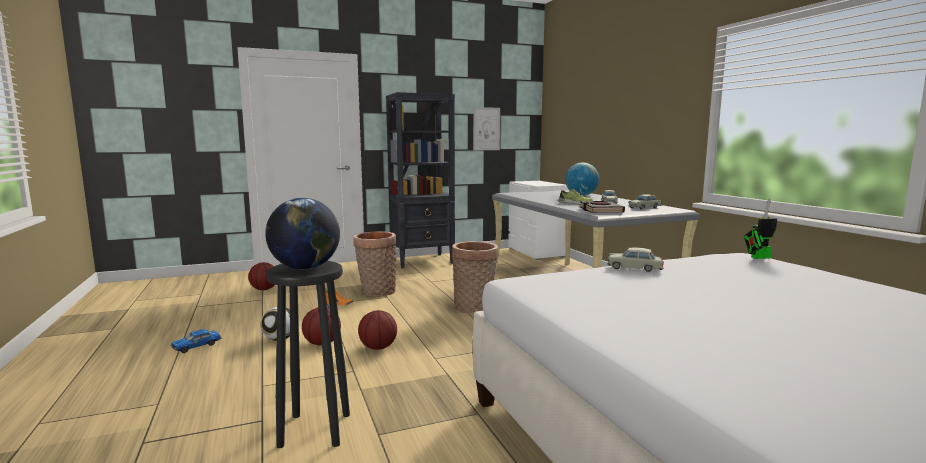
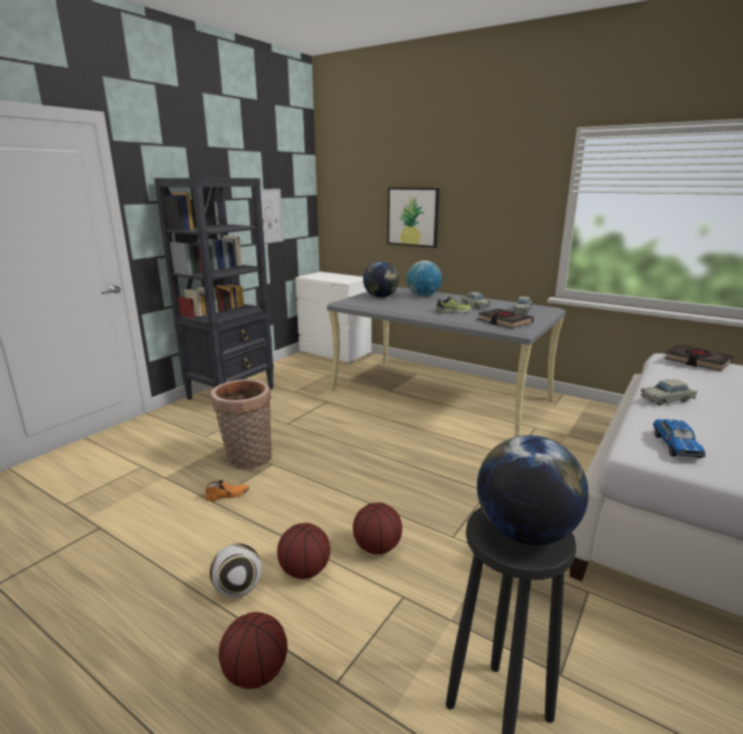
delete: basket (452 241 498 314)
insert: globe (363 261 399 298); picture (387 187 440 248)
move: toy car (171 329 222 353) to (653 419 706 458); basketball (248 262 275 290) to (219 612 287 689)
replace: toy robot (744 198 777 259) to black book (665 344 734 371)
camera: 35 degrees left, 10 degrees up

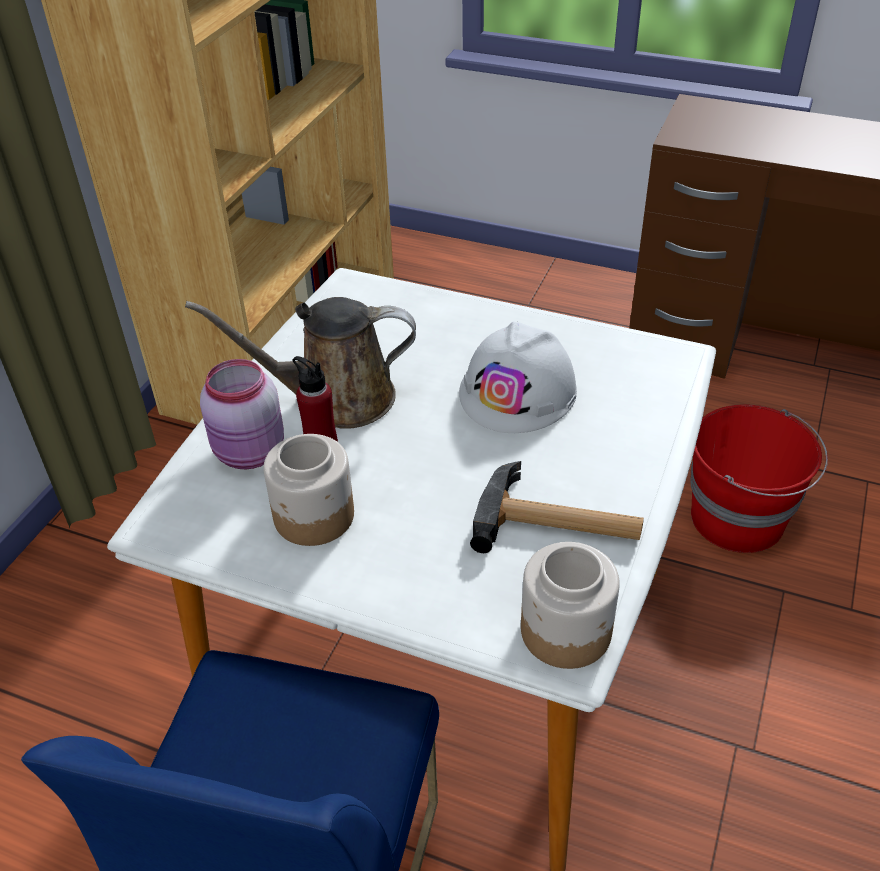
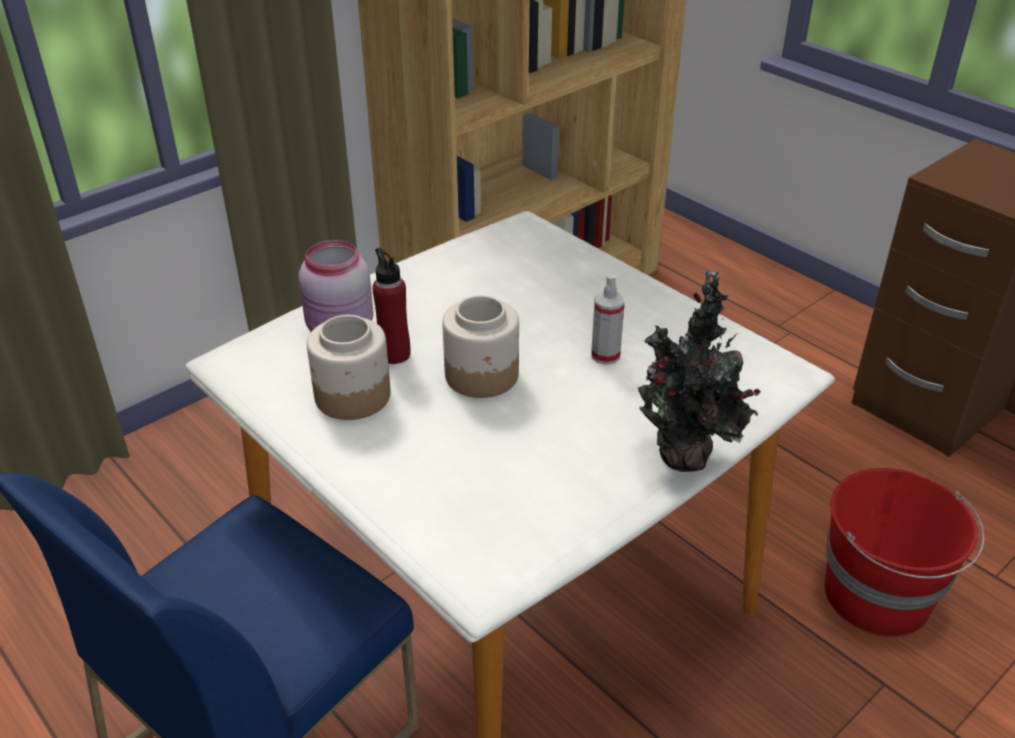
delete: brown watering can (185 297 416 429); hammer (470 461 644 553)
insert: potted plant (638 270 761 472)
move: jar (521 542 620 669) to (442 295 519 398)
replace: white hard hat (459 322 577 433) to spray bottle (591 274 625 365)
camera: 25 degrees right, 5 degrees down

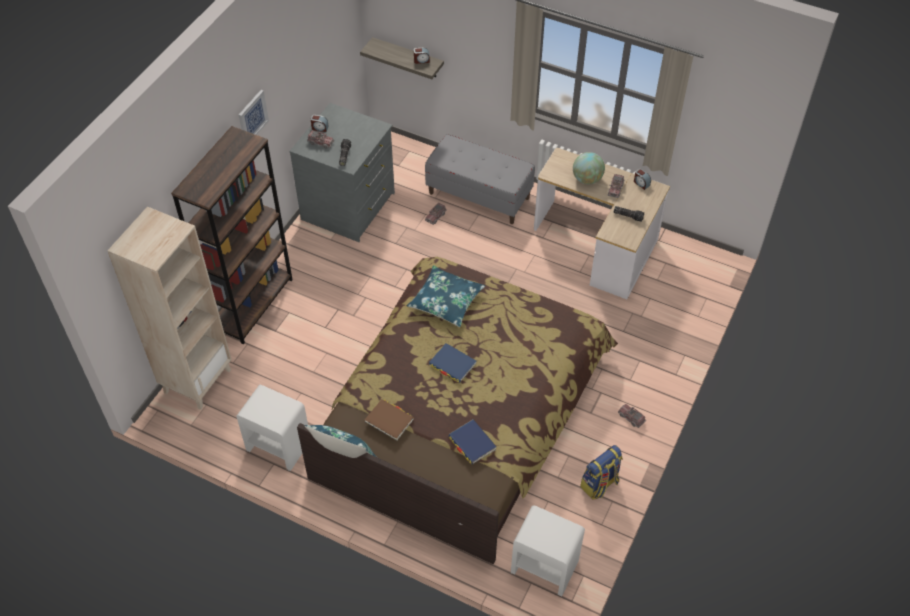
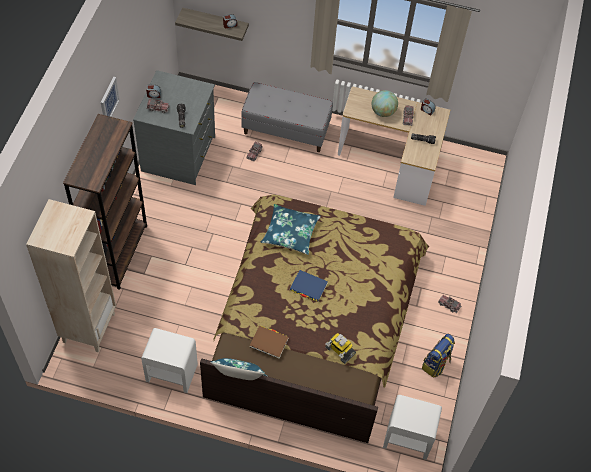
replace: blue book (448 419 496 464) to toy robot (325 333 356 364)
camera: 15 degrees left, 5 degrees up

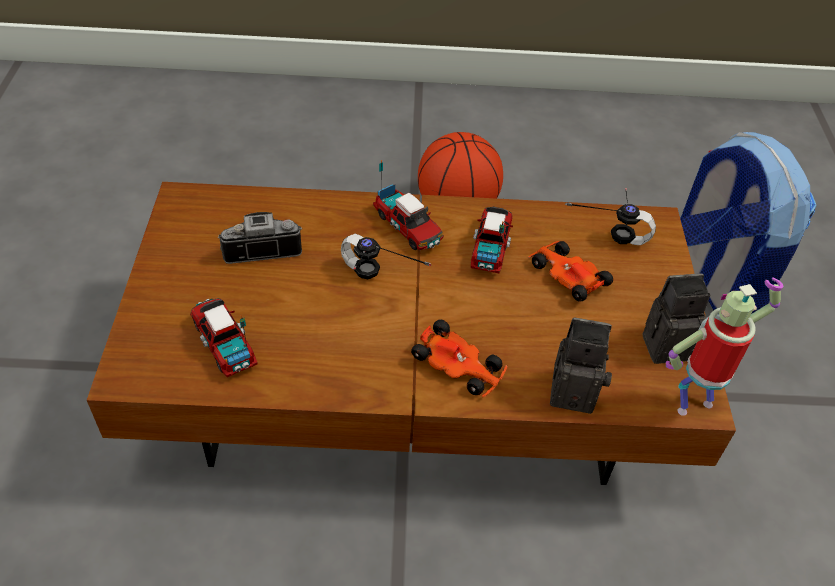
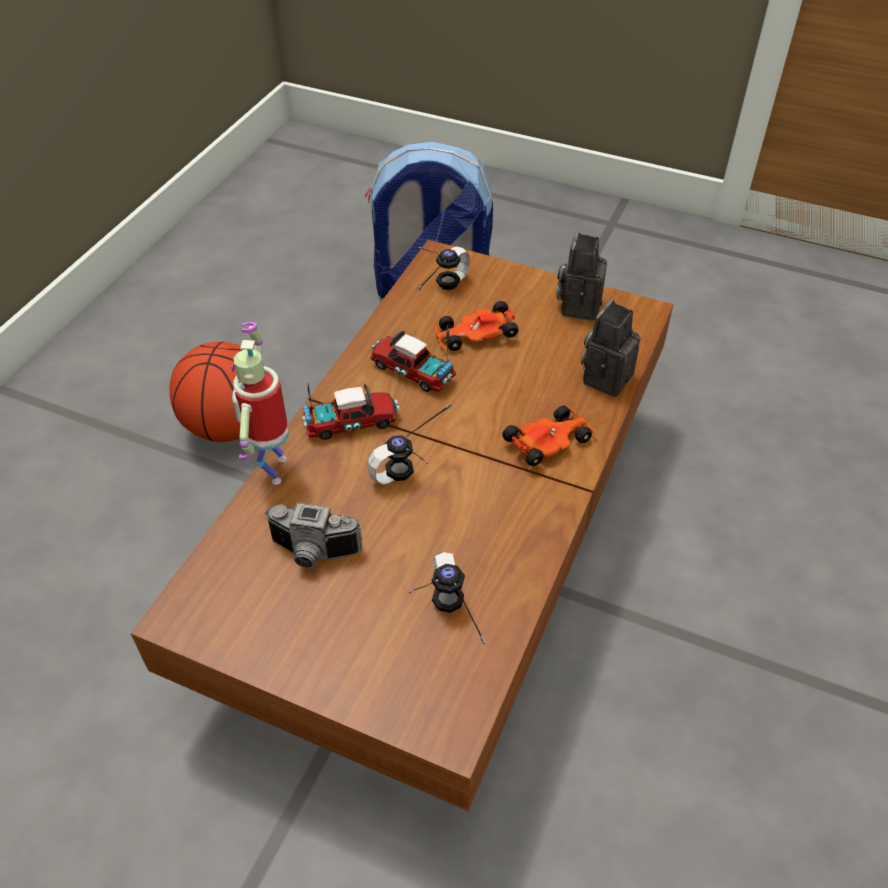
move: toy robot (666 277 783 416) to (231 322 289 485)
replace: toy truck (190 298 258 377) to headphones (408 552 486 645)
rotate: photo camera (219 212 302 264) = (265 503 362 568) 90 degrees counterclockwise
camera: 65 degrees left, 0 degrees up

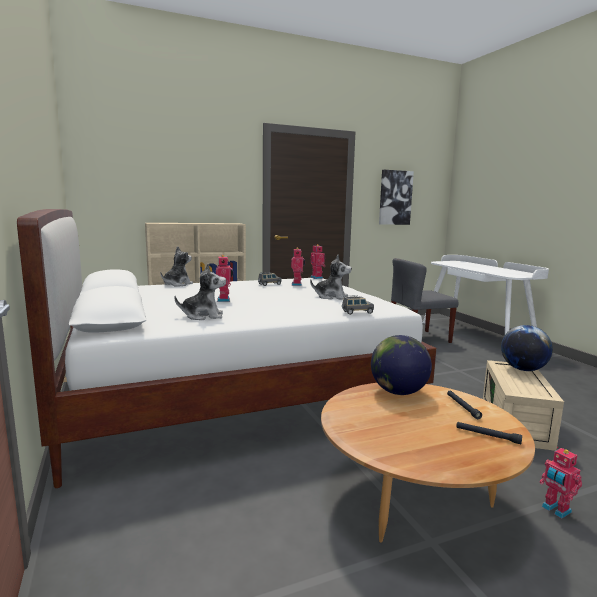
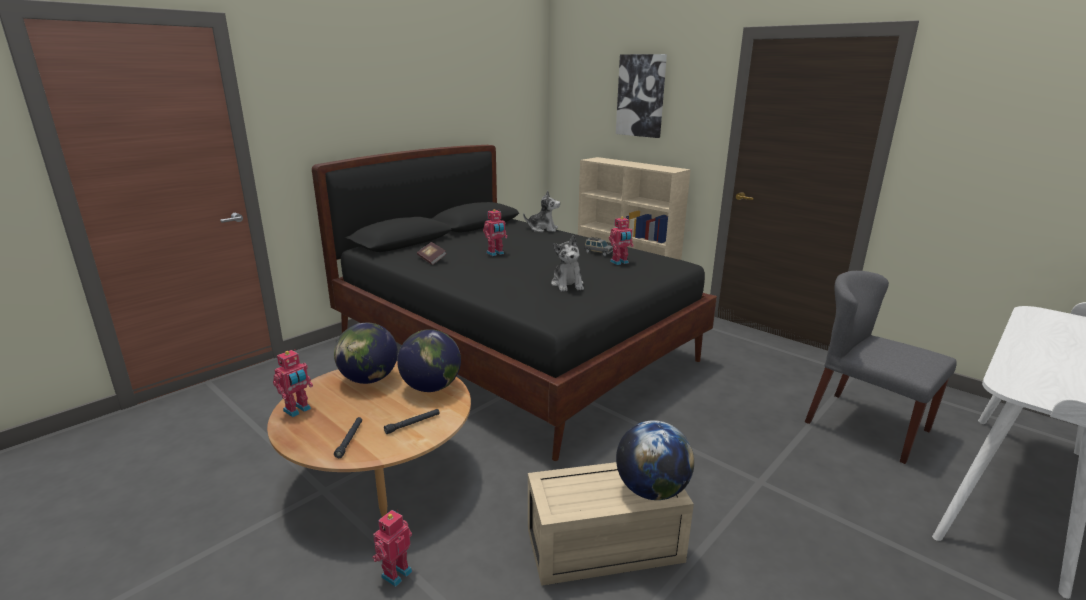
delete: grey toy car (342 295 374 315)
insert: globe (334 323 398 384)
move: toy robot (310 244 325 279) to (273 349 313 417); picture (379 170 414 225) to (616 54 667 138)
replace: plush toy (174 264 226 320) to book (417 242 447 265)
recolor: white bed (17 209 436 488) to black bed (312 145 717 461)
camera: 65 degrees right, 10 degrees up

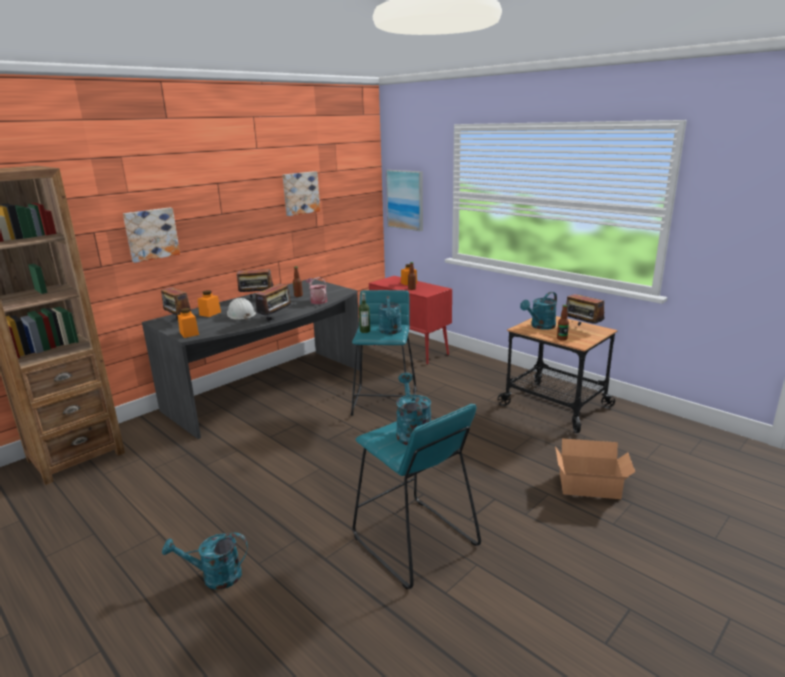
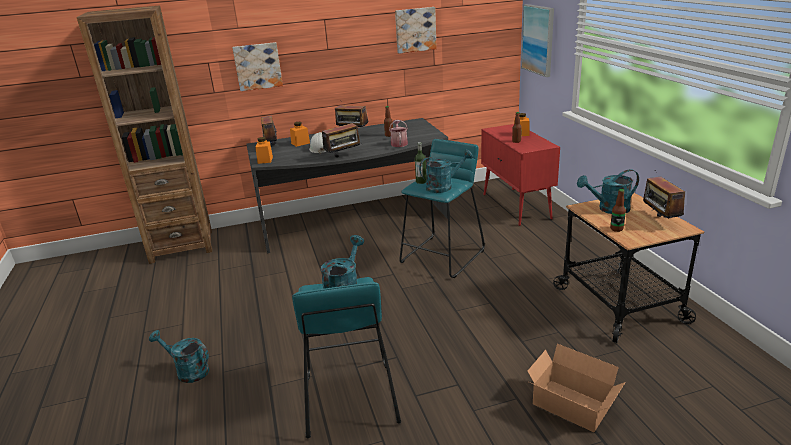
rotate: turquoise watering can (378 296 402 335) = (419 149 473 193) 135 degrees counterclockwise
camera: 30 degrees right, 5 degrees up

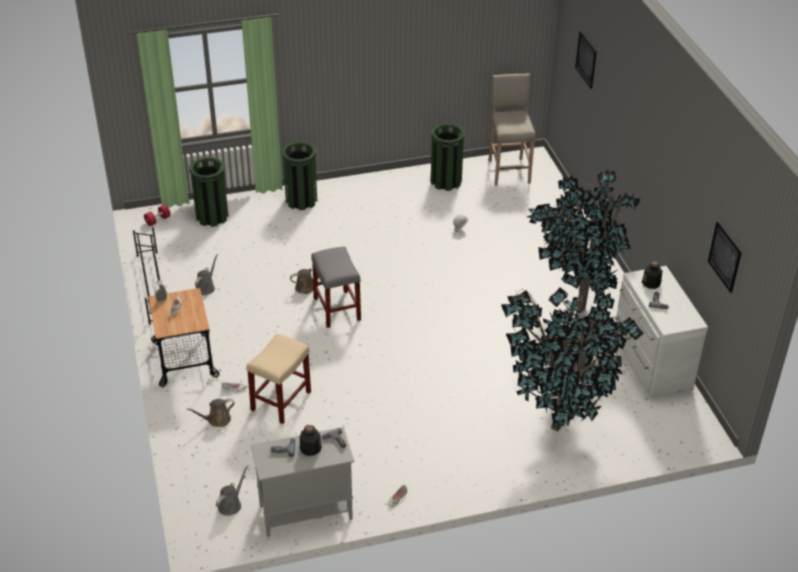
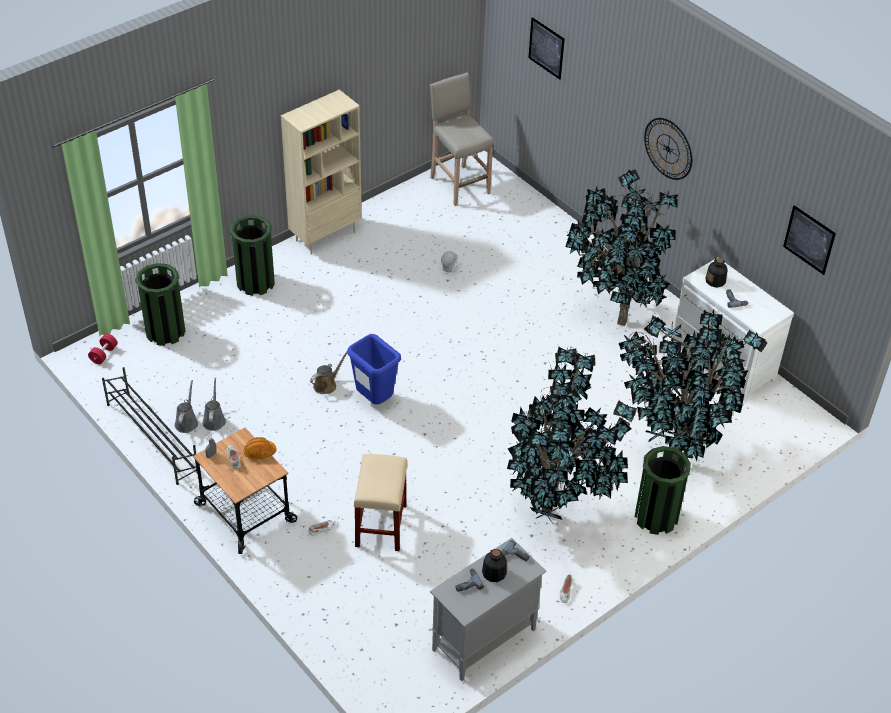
delete: brown watering can (187 399 234 427)
insert: orange hard hat (244 437 277 459); beige bookcase (281 90 362 255); potted plant (507 346 637 522); wall clock (644 118 692 180)
move: grey watering can (216 465 248 516) to (174 380 198 433); green trash can (431 123 465 191) to (635 446 691 535)
replace: grey stool (311 246 361 328) to blue trash can (347 334 401 405)
camera: 25 degrees left, 5 degrees up

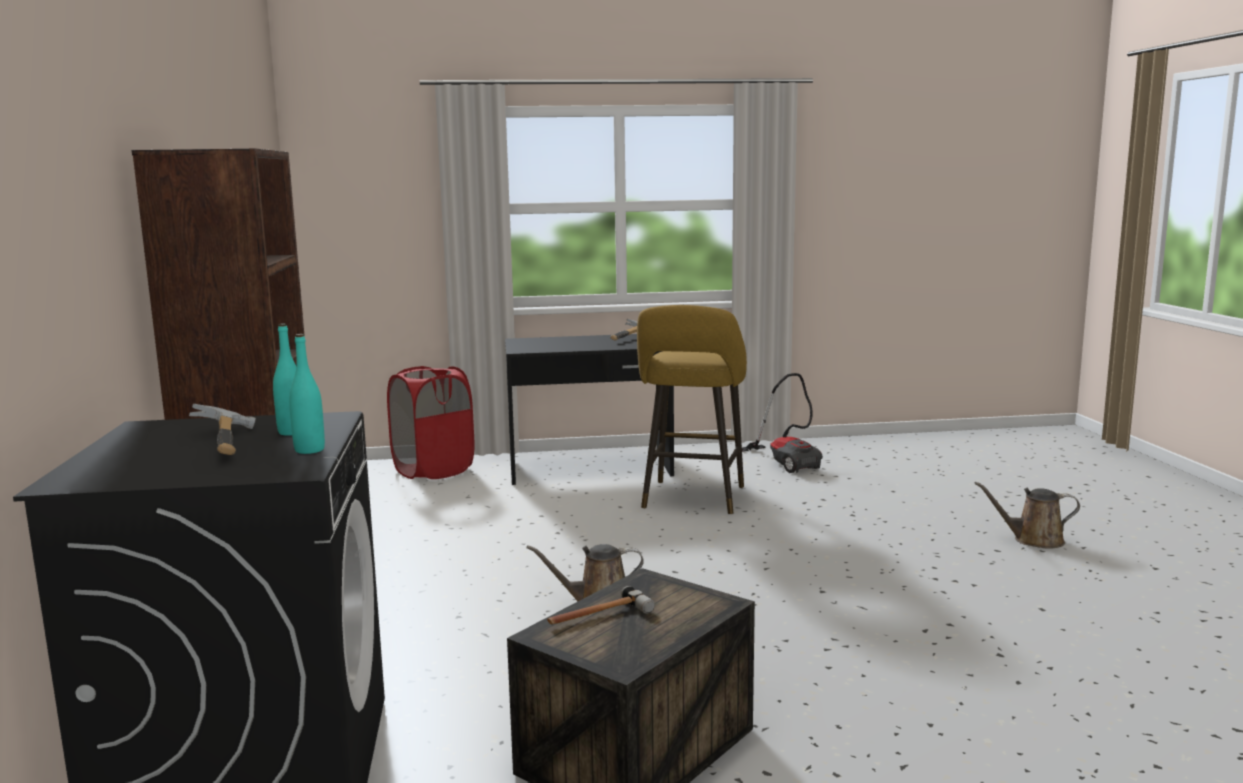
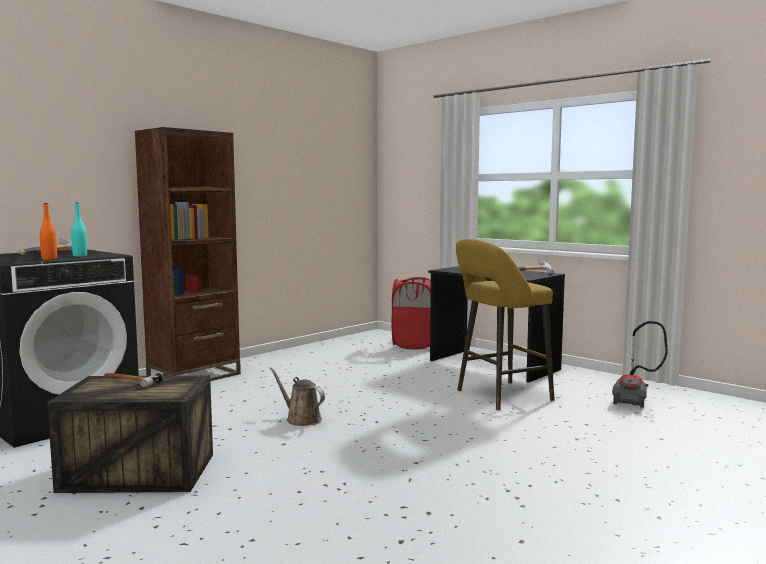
delete: brown watering can (974 482 1080 549)
recolor: turquoise bottle (289 334 325 454) to orange bottle (40 203 57 260)
camera: 50 degrees right, 5 degrees down

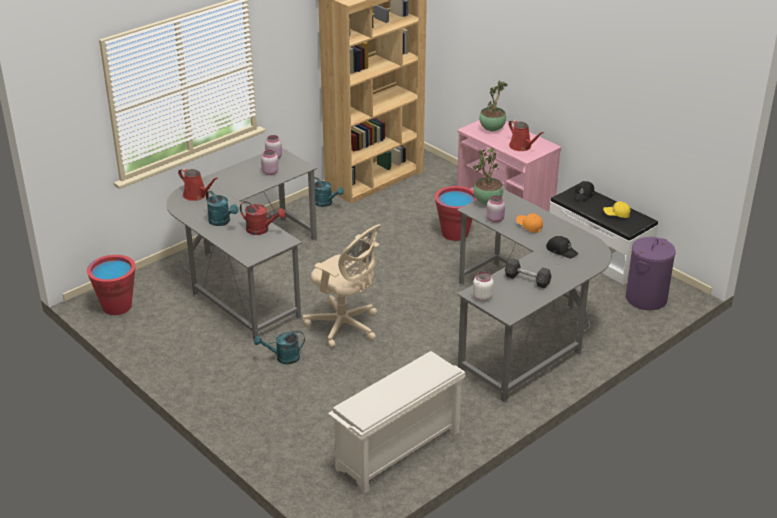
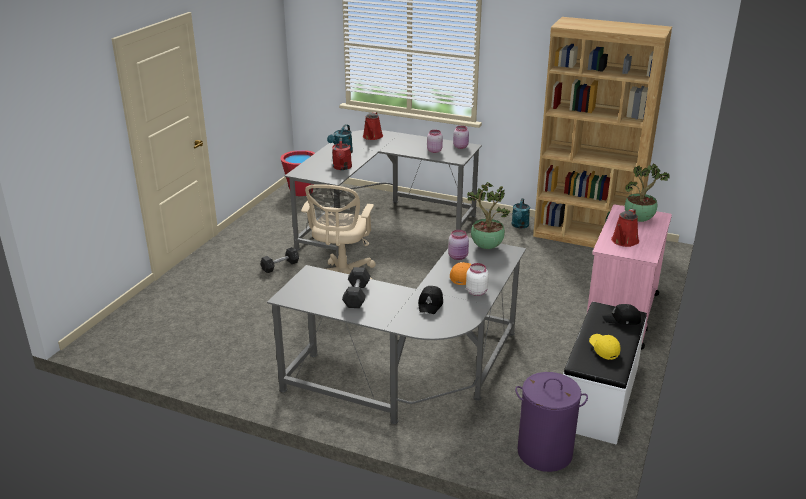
delete: white shoe rack (328 351 466 493); red bucket (435 186 477 241)
move: white jar (473 272 493 301) to (466 263 489 296)
replace: turquoise watering can (254 330 305 364) to grey dumbbell (260 247 299 273)
camera: 65 degrees right, 5 degrees down

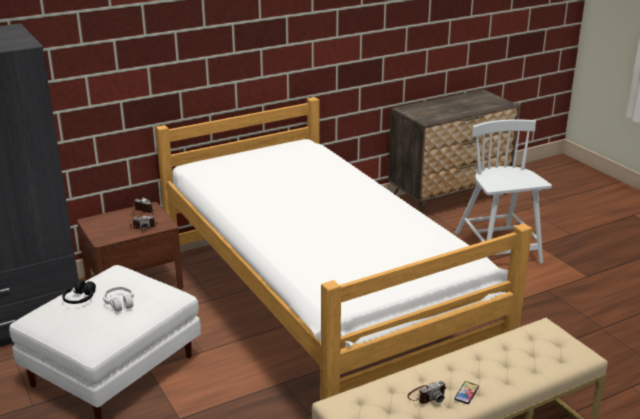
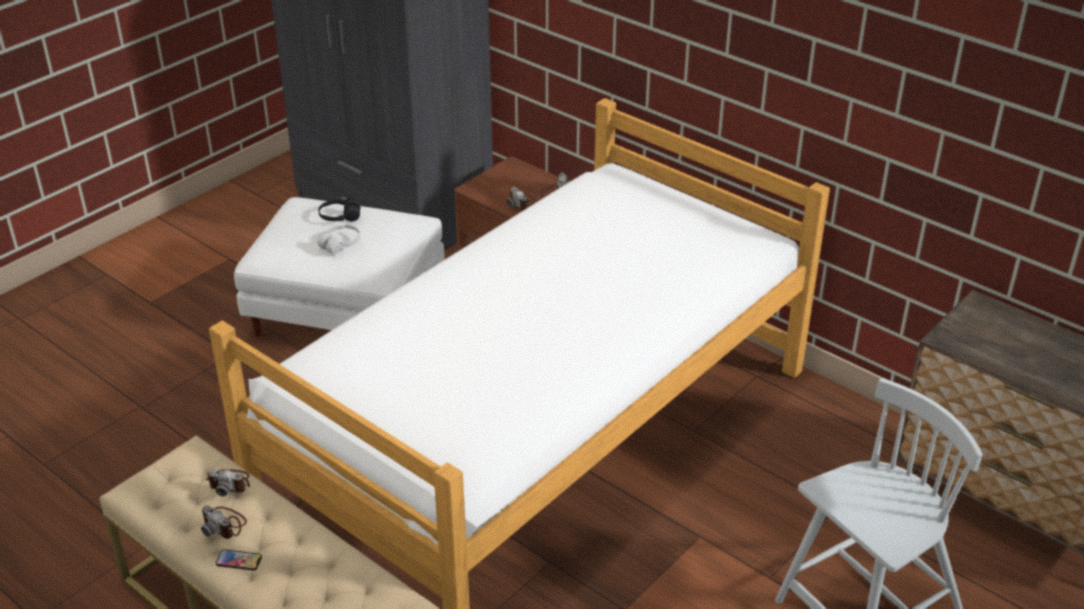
insert: photo camera (205 469 250 497)
camera: 70 degrees right, 10 degrees up

